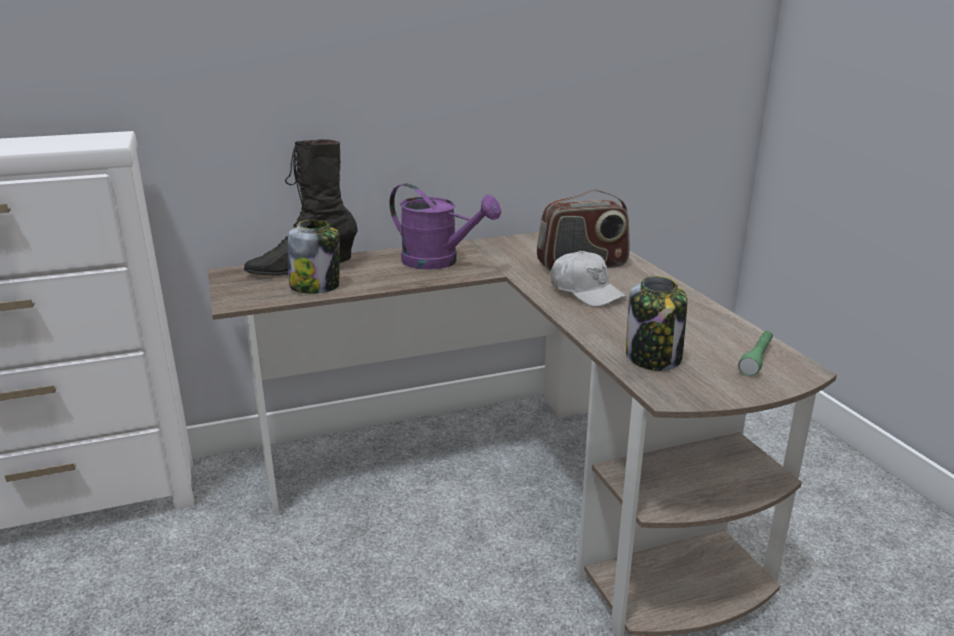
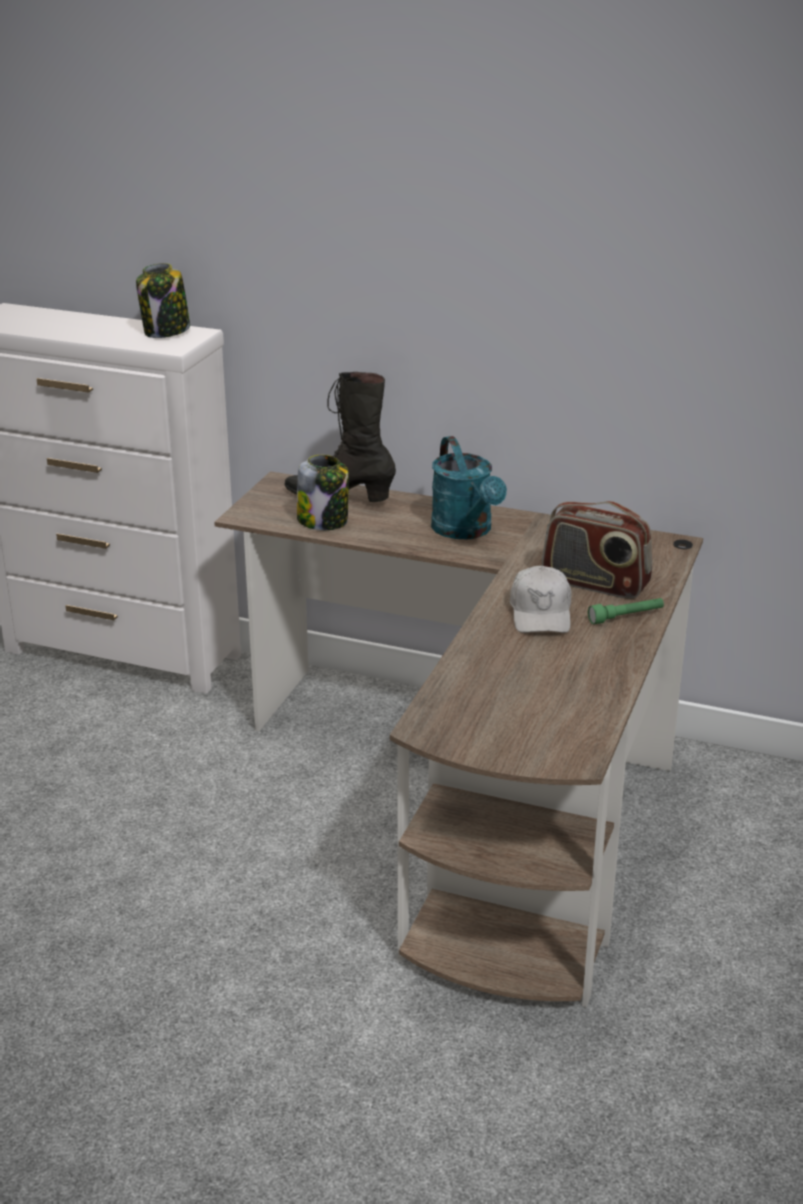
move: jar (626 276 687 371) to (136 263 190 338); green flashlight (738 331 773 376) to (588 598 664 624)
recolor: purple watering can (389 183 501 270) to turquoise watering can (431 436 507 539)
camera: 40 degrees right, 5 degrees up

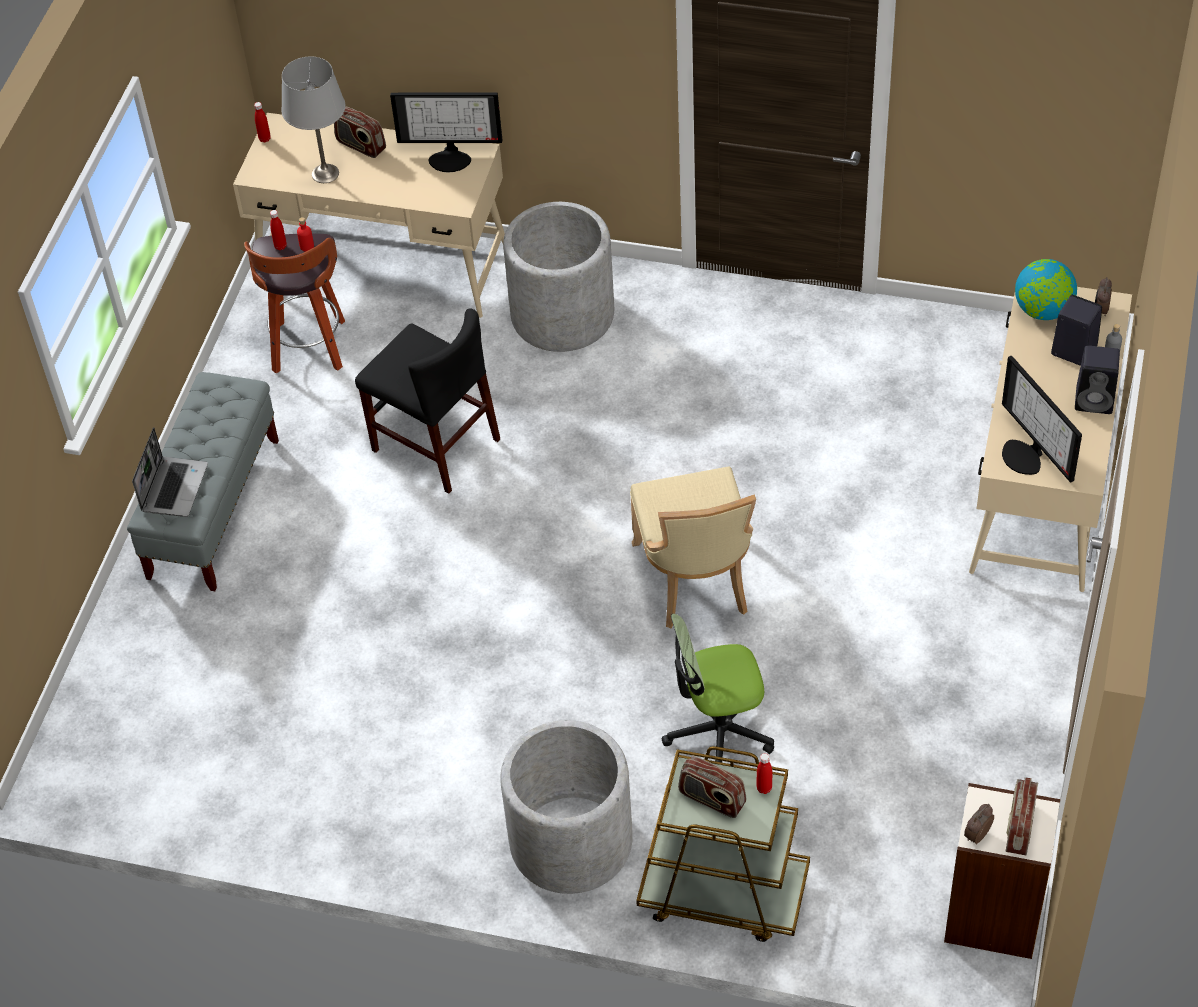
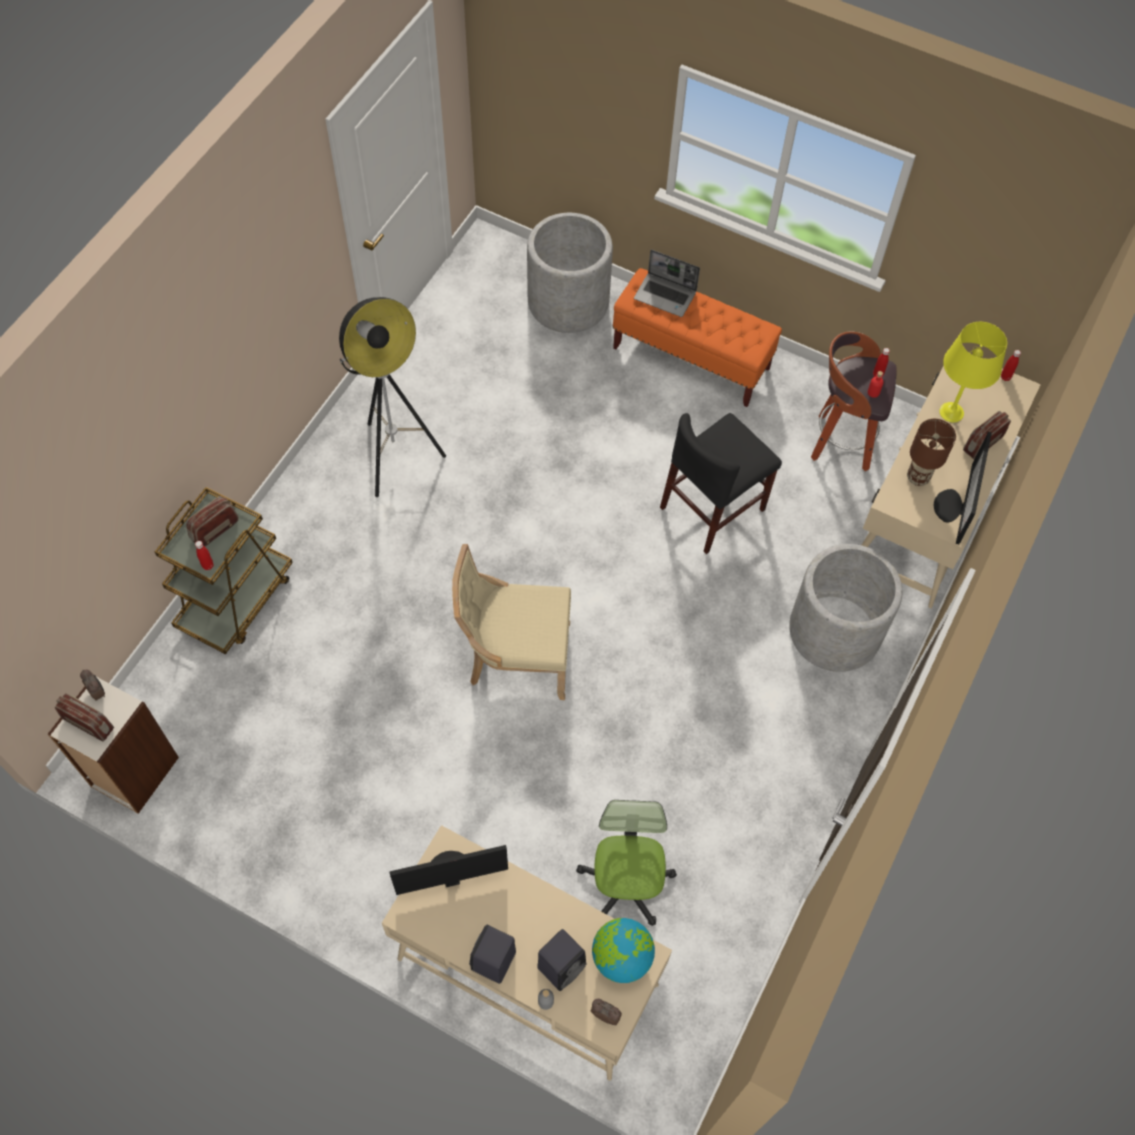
insert: floor lamp (339 297 446 497); brown table lamp (907 419 956 486)
move: grey planter (500 720 633 894) to (527 213 613 333); office chair (662 614 774 762) to (576 800 677 926)
recolor: grey bench (127 372 279 591) to orange bench (612 268 782 407); grey table lamp (281 56 345 183) to yellow table lamp (939 322 1007 422)
camera: 100 degrees right, 10 degrees up

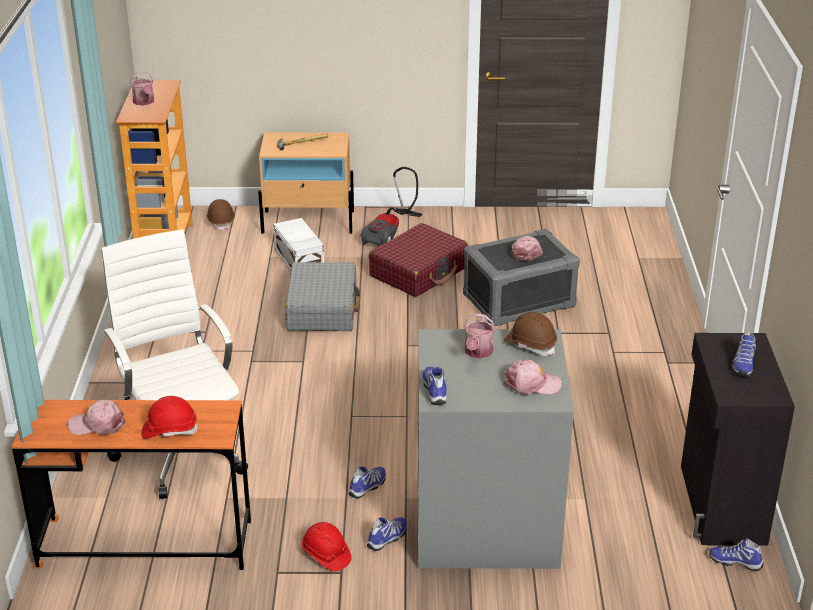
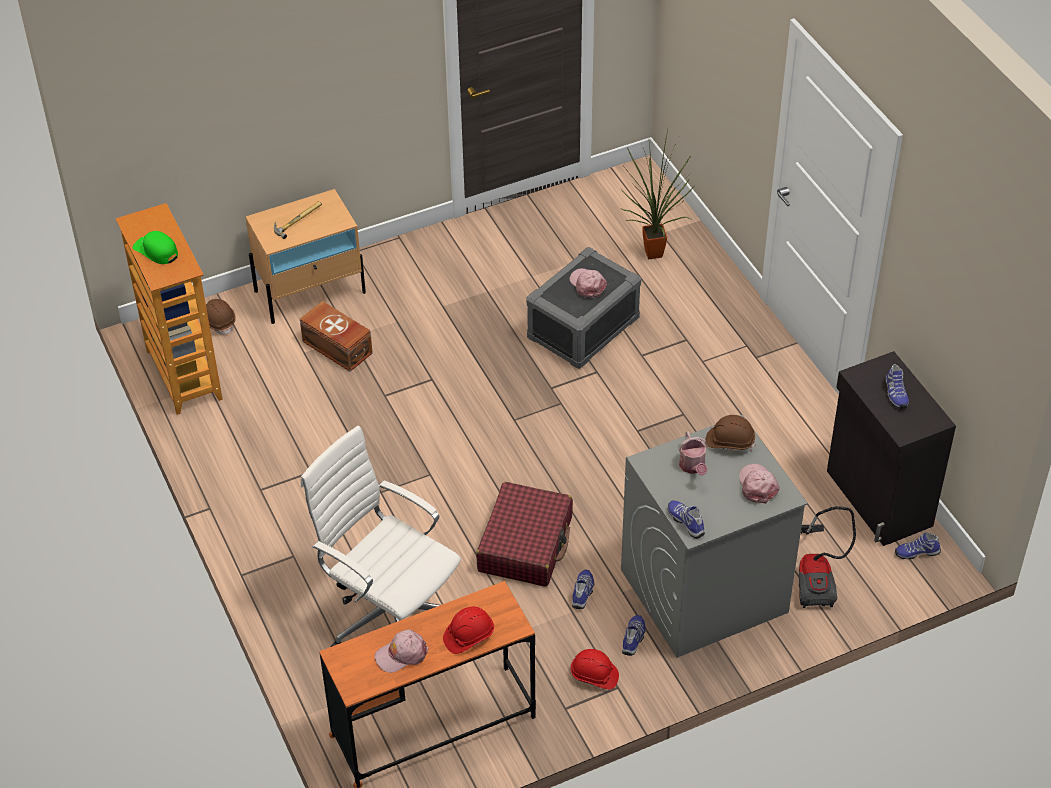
delete: grey suitcase (285 262 360 331)
insert: potted plant (620 130 694 259)
move: vacuum cleaner (360 166 422 247) to (799 506 856 608); red suitcase (369 223 468 297) to (476 482 573 587)
replace: watering can (130 71 154 105) to green cap (133 231 178 264)
recolor: white storage box (274 218 324 270) to brown storage box (300 301 373 372)
rotate: pink cap (504 359 562 395) = (739 464 780 504) 75 degrees counterclockwise
camera: 25 degrees left, 15 degrees up

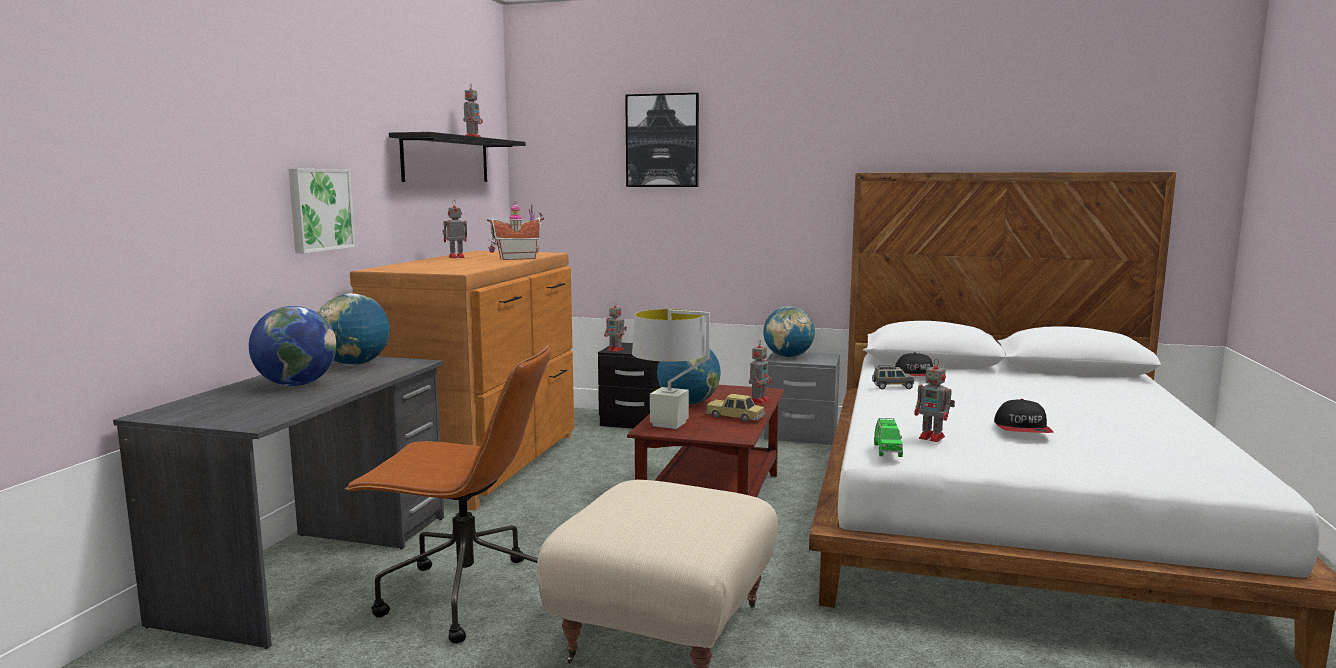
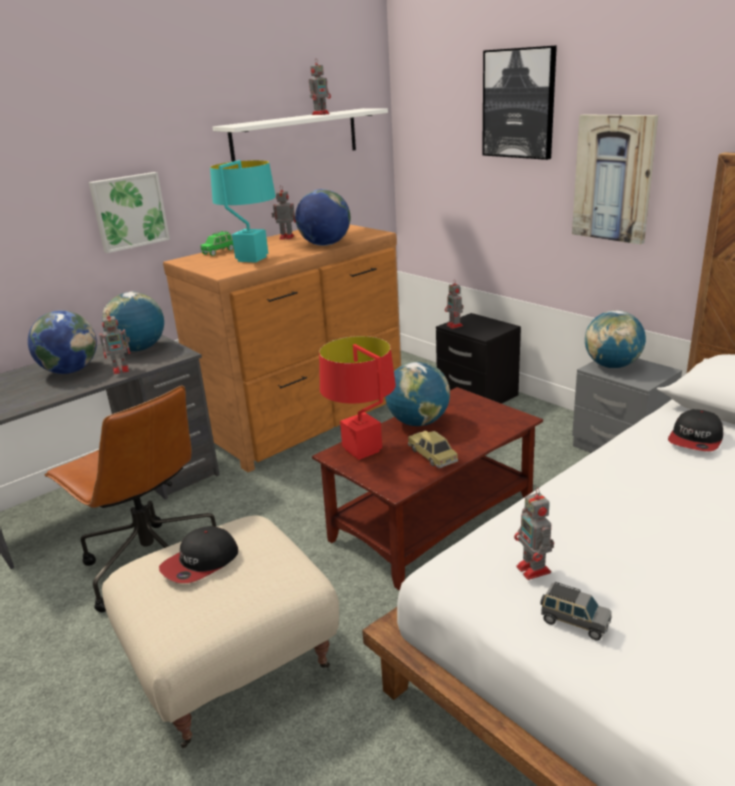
insert: turquoise table lamp (210 160 276 263); picture (572 114 658 245)
move: toy robot (749 340 772 404) to (99 310 130 374); grey toy car (872 366 914 389) to (541 582 612 641); green toy car (874 418 903 457) to (201 231 234 256); cap (994 399 1054 433) to (159 526 238 583)
replace: toy house (487 201 544 260) to globe (295 189 351 246)
recolor: black shelf (389 132 526 182) to white shelf (213 108 388 162); grey table lamp (632 309 710 429) to red table lamp (319 336 396 460)
camera: 35 degrees right, 15 degrees up

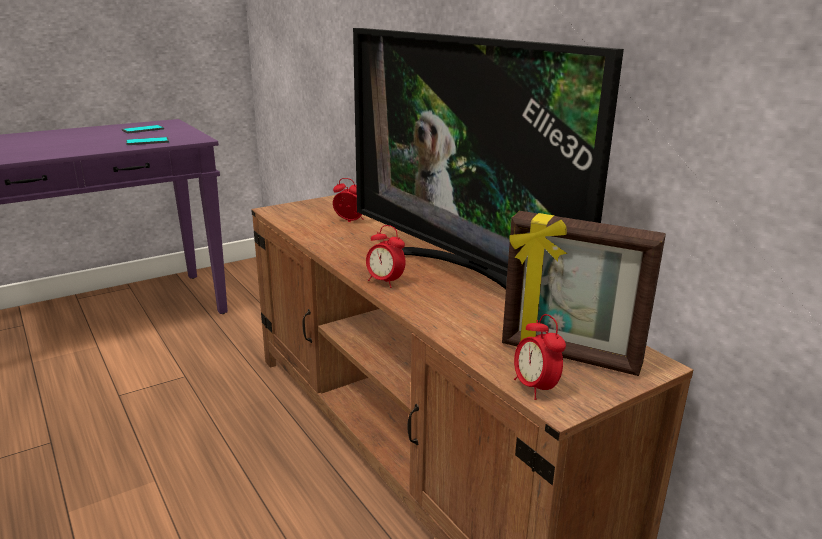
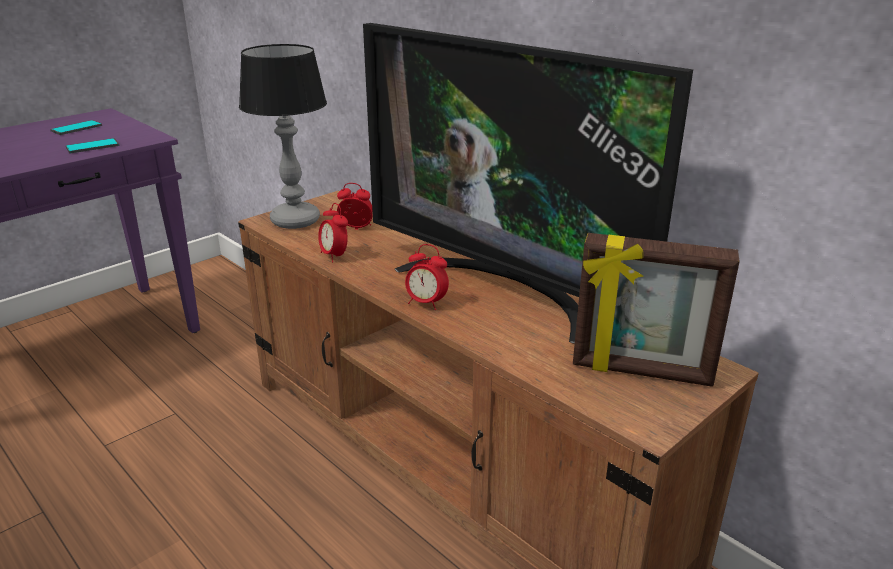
insert: table lamp (239 44 327 229)
move: alarm clock (514 314 566 400) to (318 203 348 262)
camera: 10 degrees left, 5 degrees up

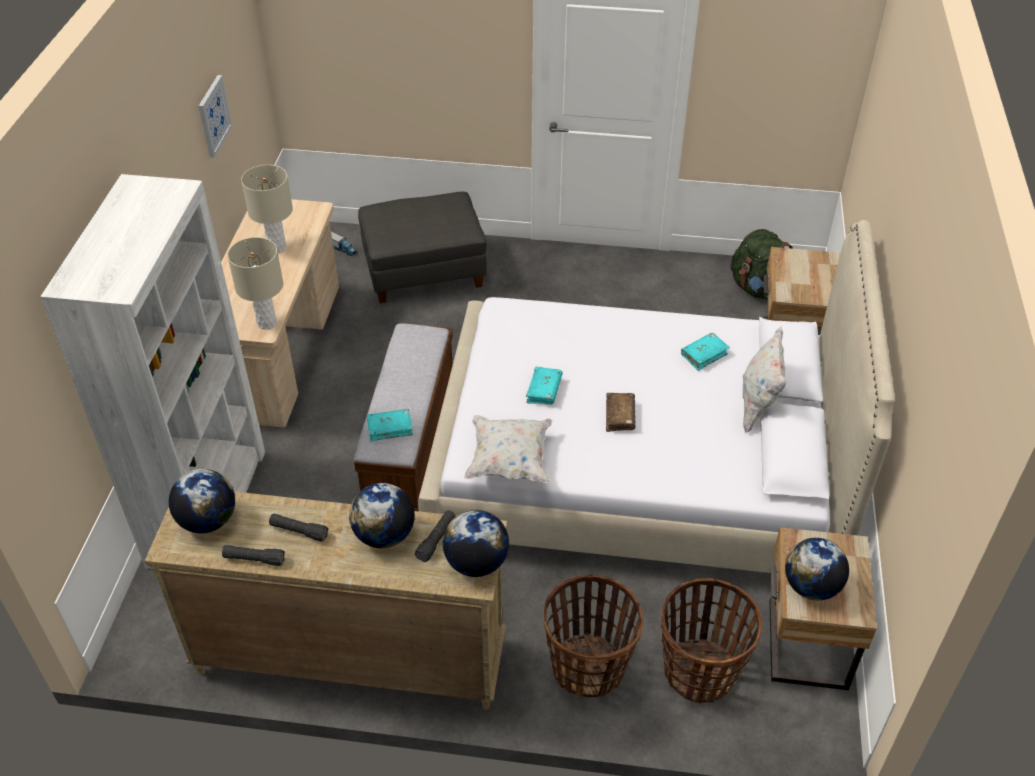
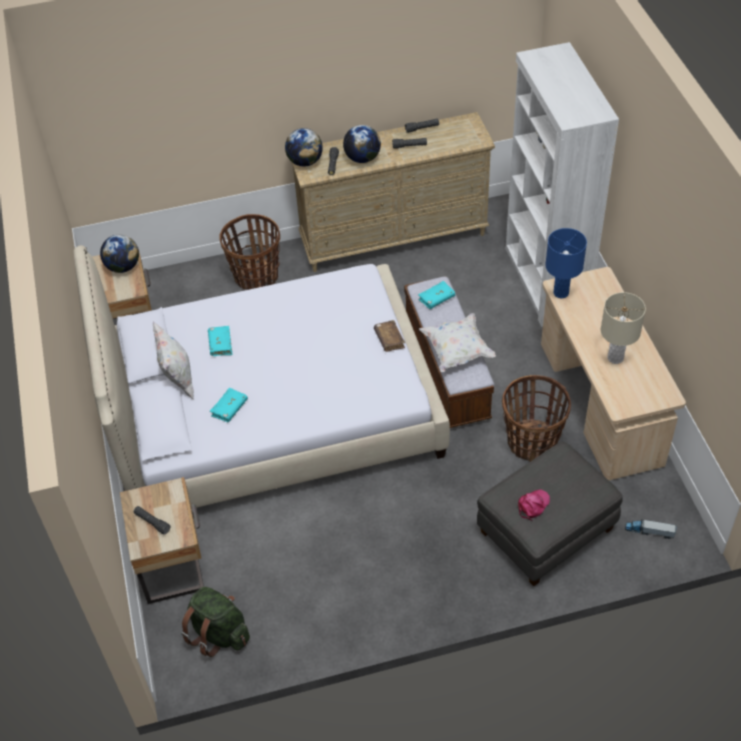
delete: globe (169 469 235 533); picture (199 75 232 157)
insert: black flashlight (133 506 171 535); pink cap (518 489 550 520)
move: white pillow (464 415 553 483) to (419 313 496 372); turquoise book (526 366 563 405) to (208 326 233 356); brown book (606 393 636 432) to (374 320 405 352); basket (661 578 762 704) to (502 375 571 462)
recolor: beige table lamp (227 237 283 330) to blue table lamp (545 228 587 299)
camera: 160 degrees right, 5 degrees up

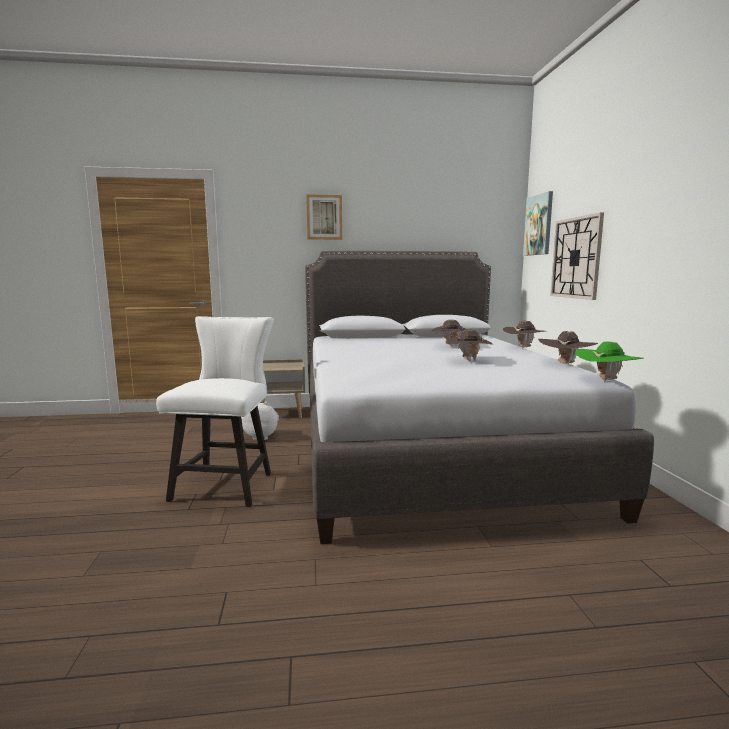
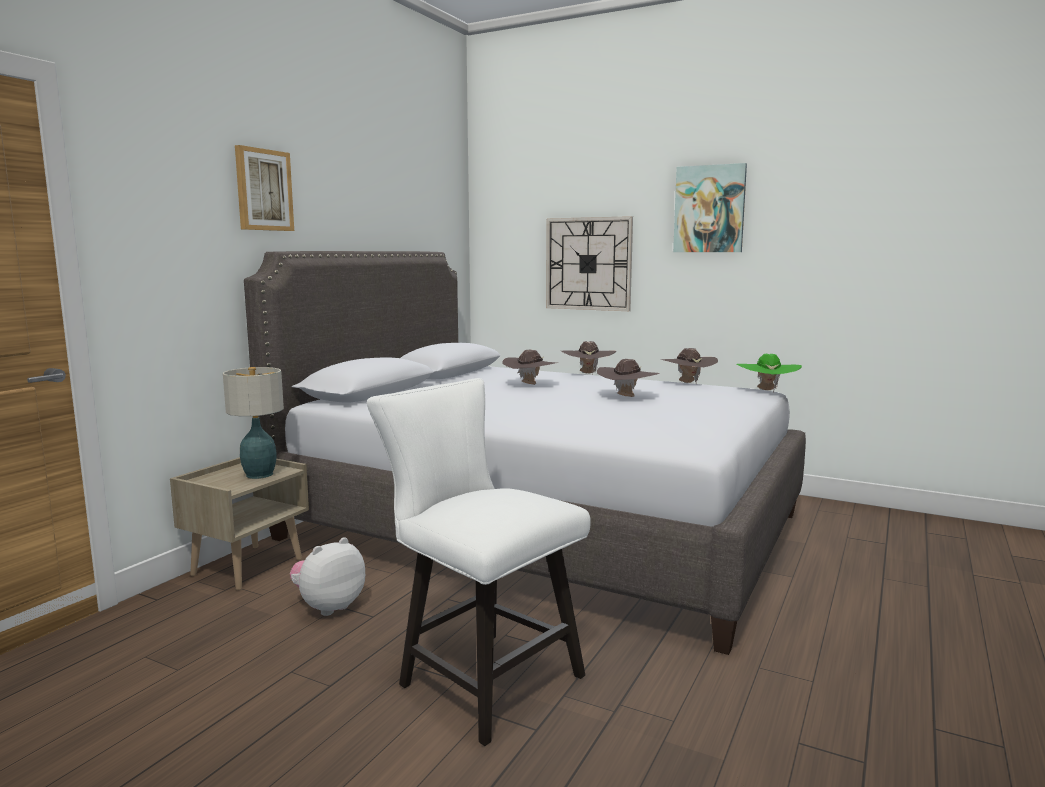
insert: table lamp (223 367 284 479)
move: picture (523 191 553 256) to (673 163 747 252)
camera: 55 degrees left, 0 degrees up

